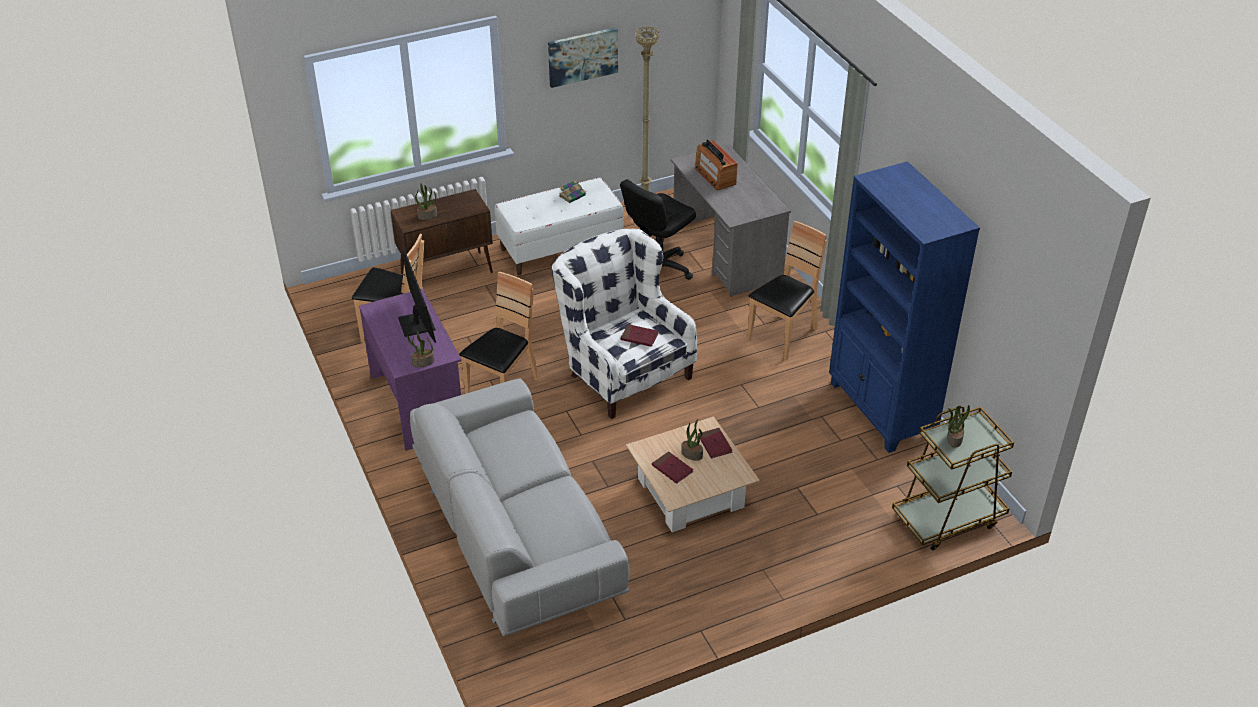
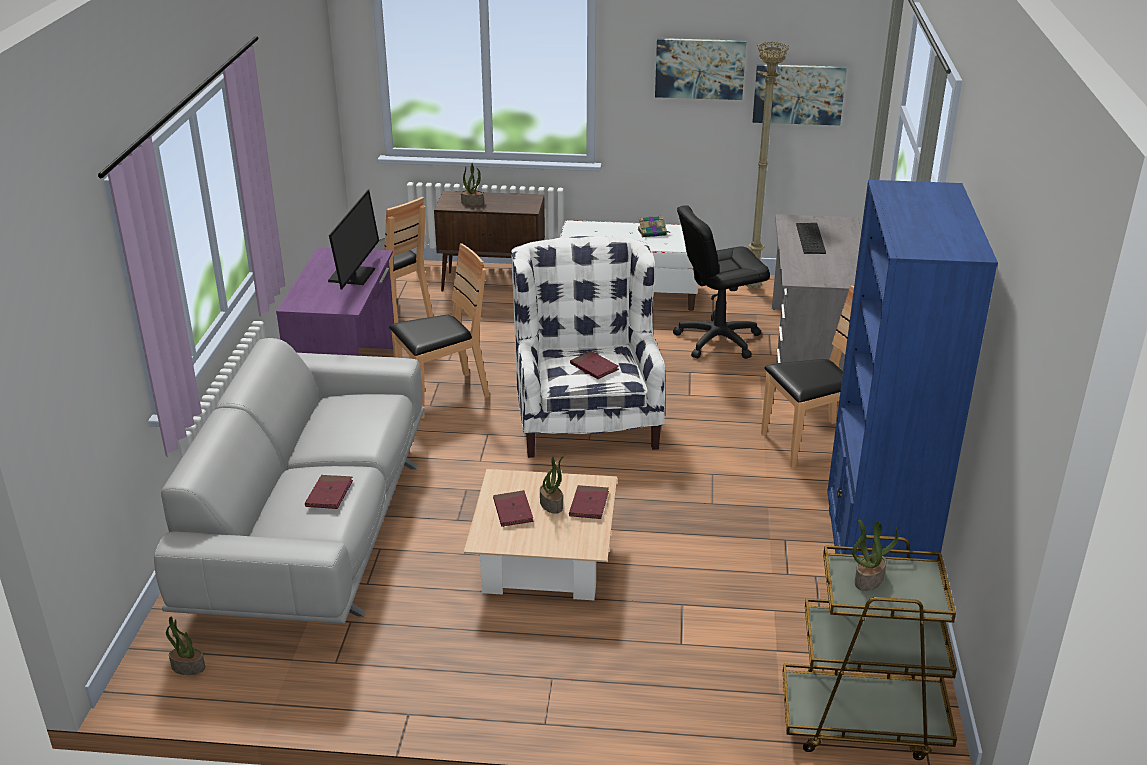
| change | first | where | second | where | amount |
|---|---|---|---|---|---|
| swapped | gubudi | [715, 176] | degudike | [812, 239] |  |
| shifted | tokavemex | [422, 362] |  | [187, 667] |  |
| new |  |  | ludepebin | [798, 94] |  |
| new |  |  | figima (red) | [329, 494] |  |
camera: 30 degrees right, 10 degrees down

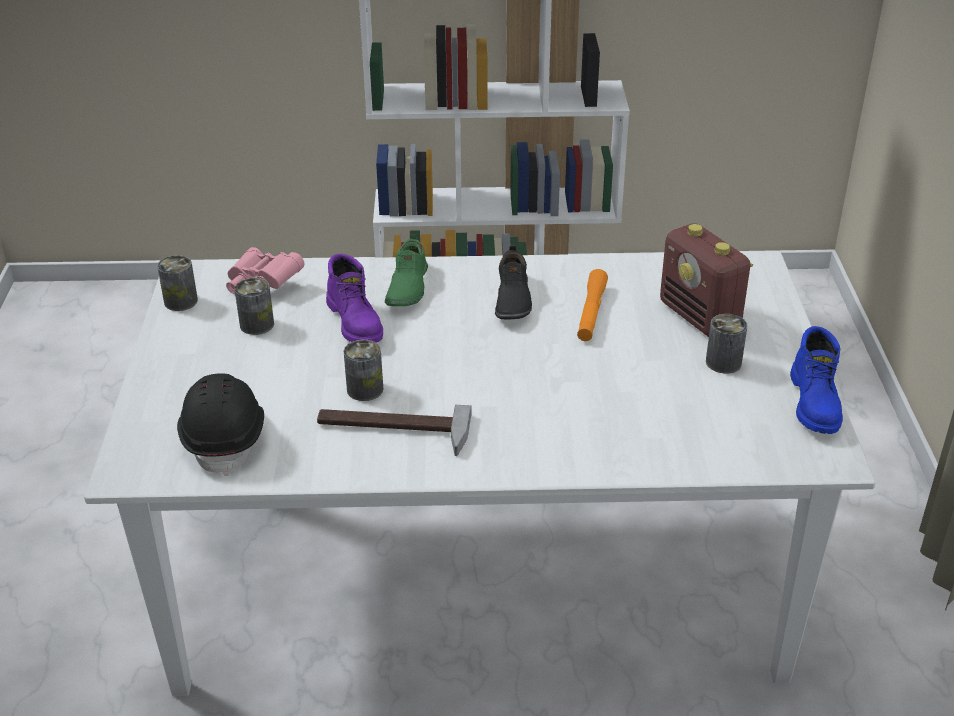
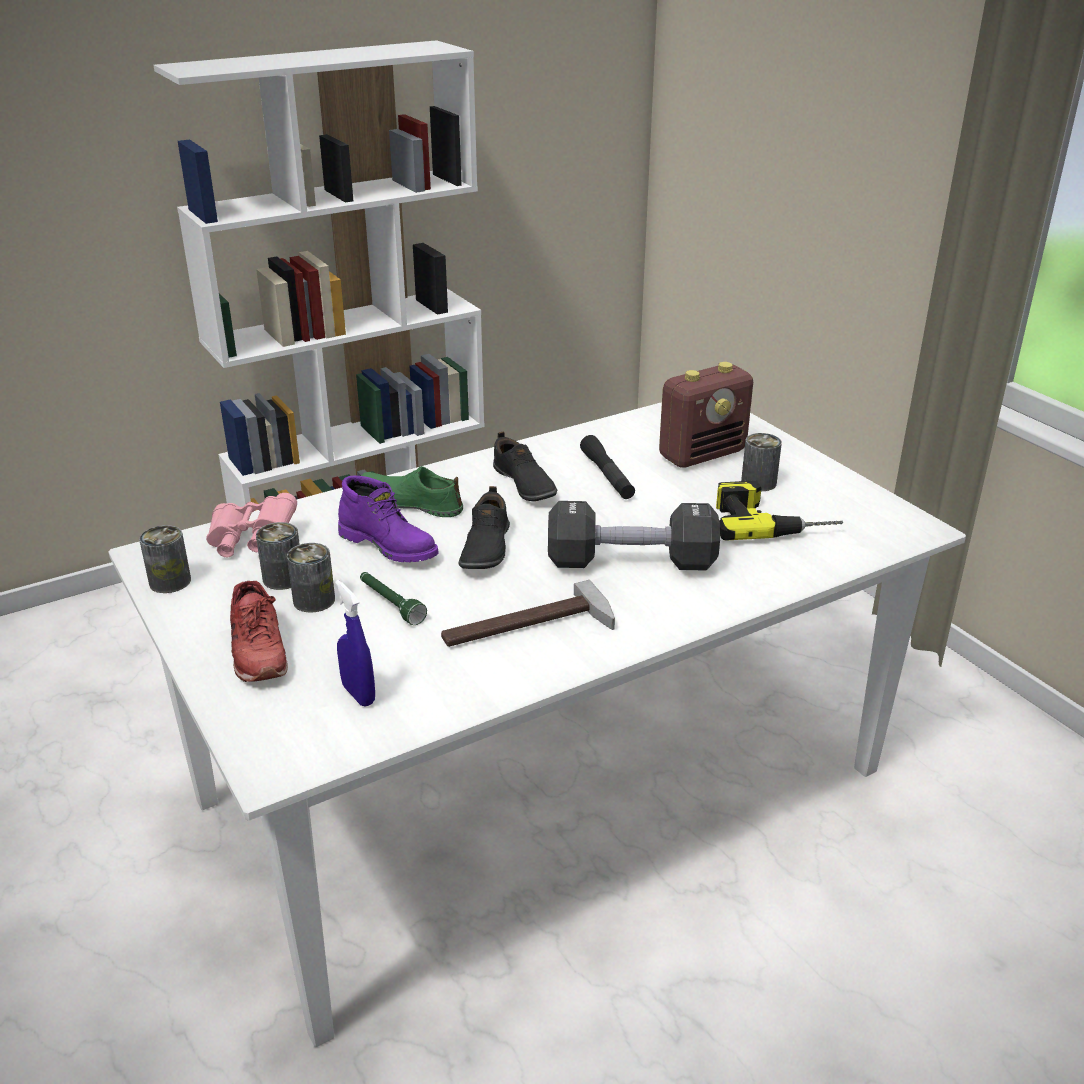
| change | first | where | second | where | amount |
|---|---|---|---|---|---|
| rotated | gubudi | [700, 318] |  | [703, 454] | 60 degrees counterclockwise |
| rotated | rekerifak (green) | [406, 287] |  | [410, 502] | 135 degrees clockwise |
| repainted | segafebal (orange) | [591, 313] | segafebal (black) | [607, 476] |  |
| gone | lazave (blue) | [815, 404] |  |  |  |
| shifted | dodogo | [365, 389] |  | [314, 600] |  |
| swapped | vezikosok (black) | [225, 438] | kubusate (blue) | [358, 694] |  |
| new |  |  | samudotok | [771, 520] |  |
| new |  |  | rekerifak (black) | [484, 548] |  |
| new |  |  | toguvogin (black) | [631, 562] |  |
| new |  |  | segafebal (green) | [390, 604] |  |
| new |  |  | rekerifak (red) | [257, 650] |  |
camera: 30 degrees left, 5 degrees down

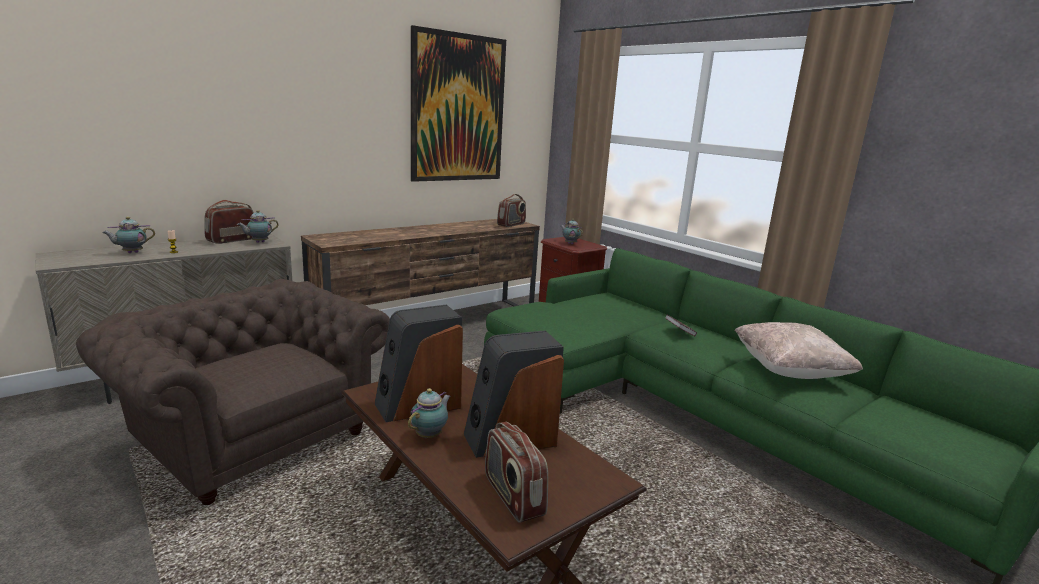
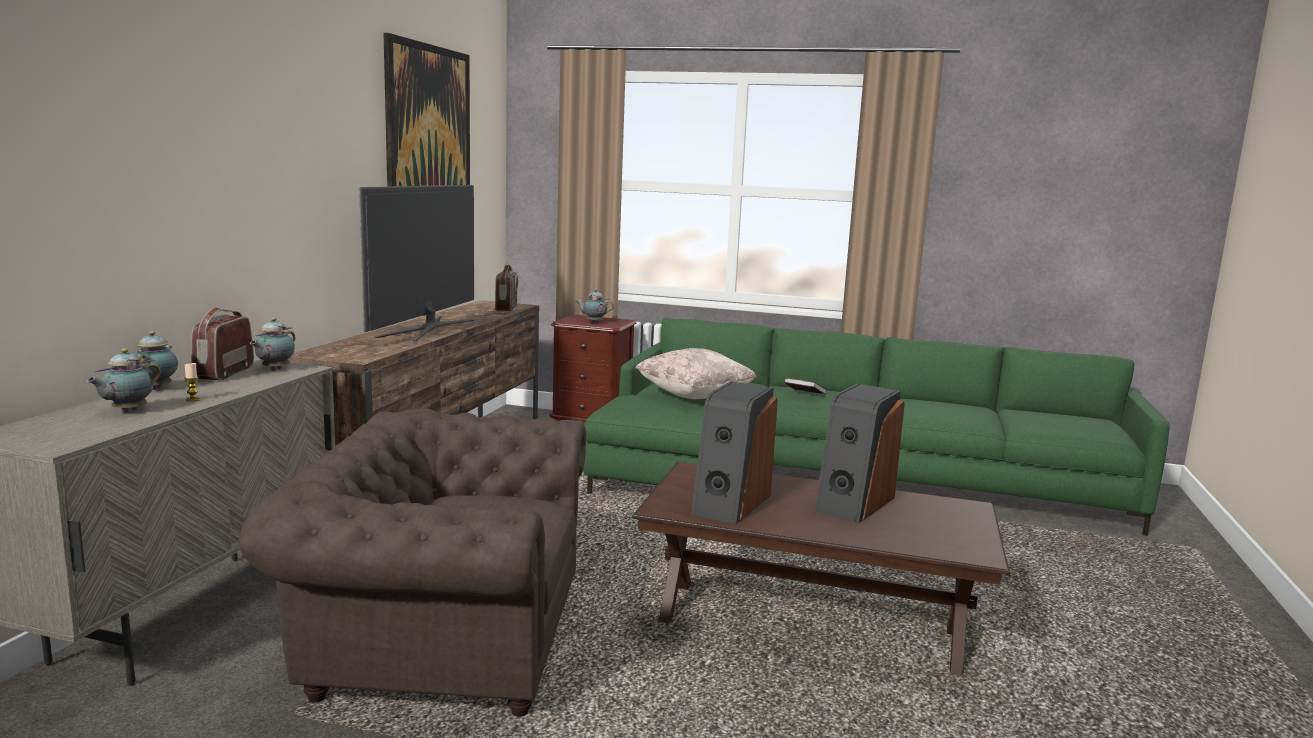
| change | first | where | second | where | amount |
|---|---|---|---|---|---|
| shifted | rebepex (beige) | [789, 371] |  | [694, 396] |  |
| shifted | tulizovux | [430, 435] |  | [158, 388] |  |
| gone | gubudi | [513, 496] |  |  |  |
| new |  |  | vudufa | [427, 328] |  |
camera: 35 degrees left, 5 degrees down

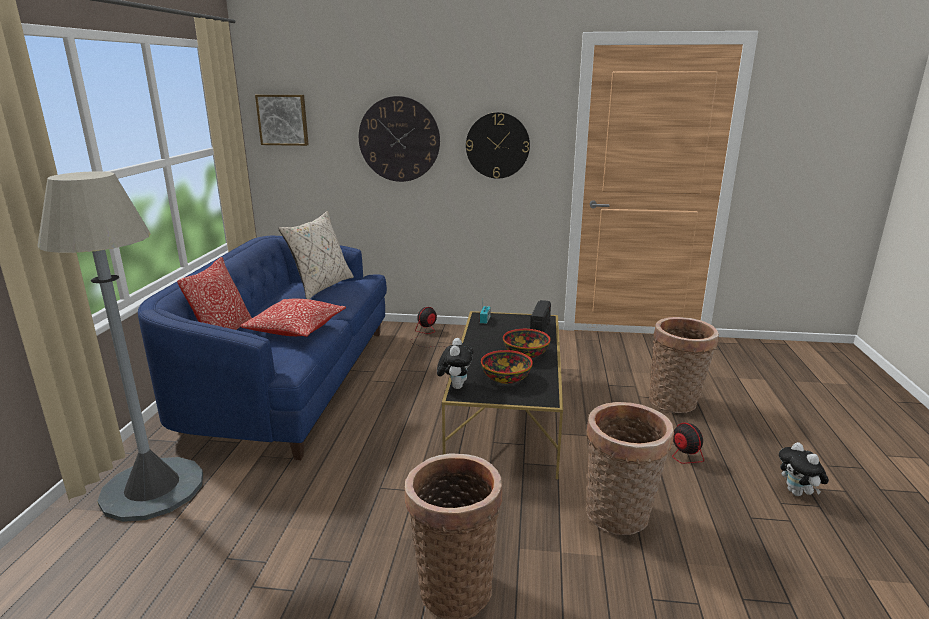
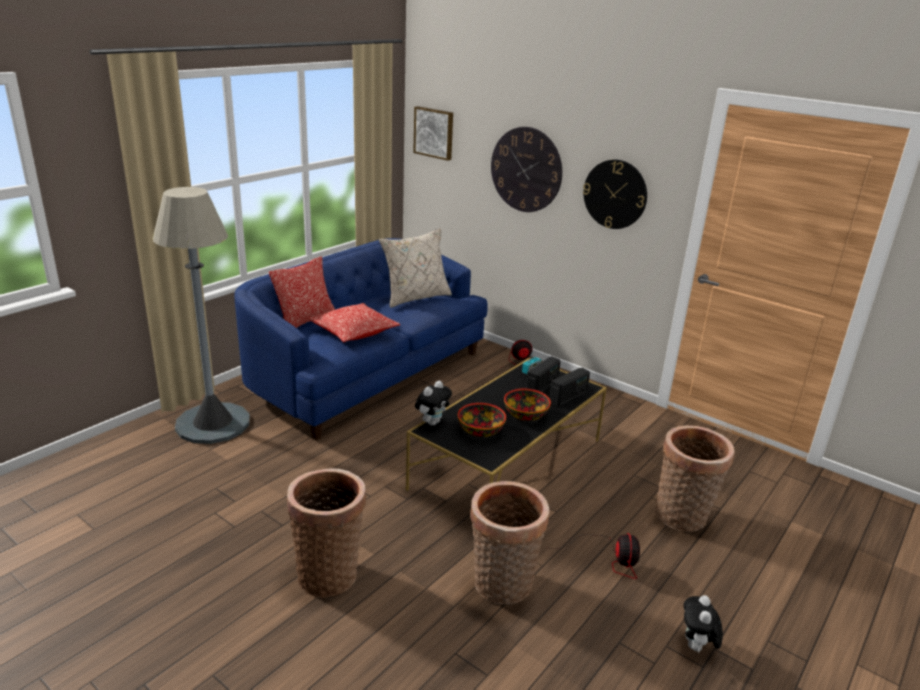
| change | first | where | second | where | amount |
|---|---|---|---|---|---|
| new |  |  | gubudi | [542, 386] |  |
camera: 30 degrees right, 5 degrees up

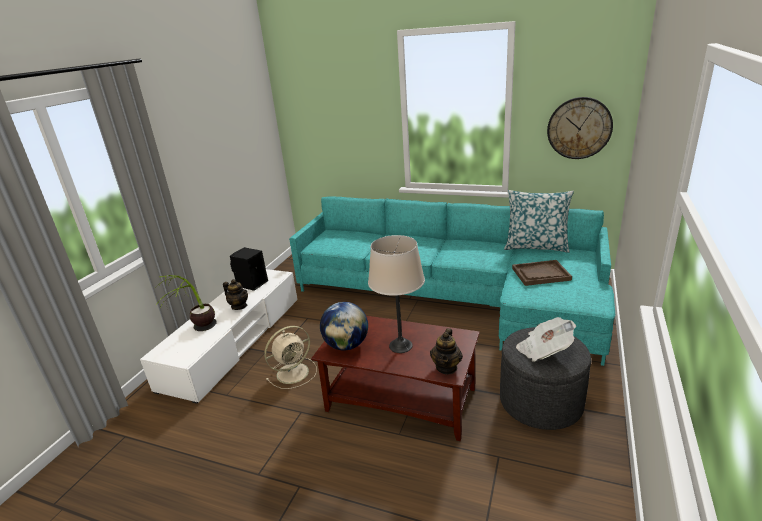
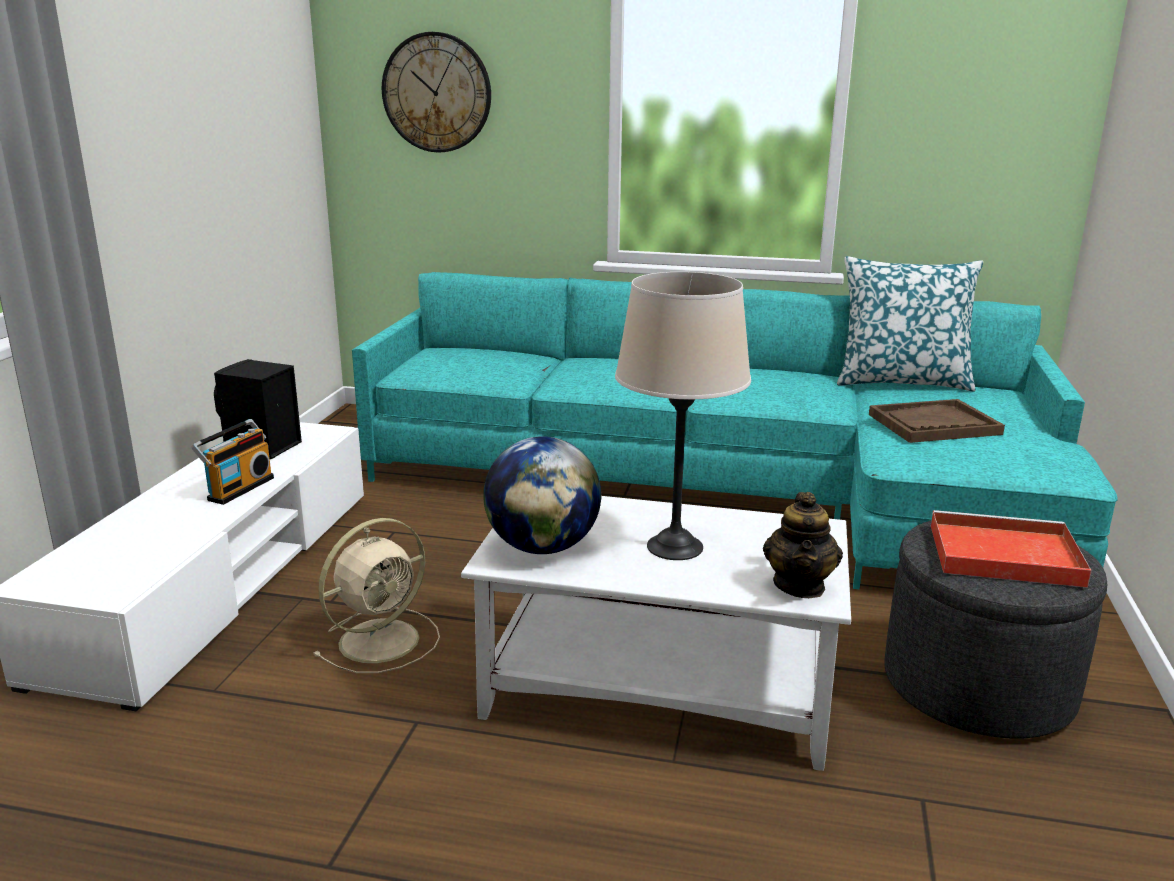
| change | first | where | second | where | amount |
|---|---|---|---|---|---|
| shifted | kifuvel | [579, 128] |  | [437, 93] |  |
| gone | tokavemex | [197, 332] |  |  |  |
| swapped | tulizovux | [239, 306] | gubudi | [238, 488] |  |
| repainted | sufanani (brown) | [402, 399] | sufanani (white) | [661, 689] |  |
| swapped | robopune | [544, 350] | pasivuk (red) | [1001, 555] |  |
camera: 10 degrees left, 5 degrees down

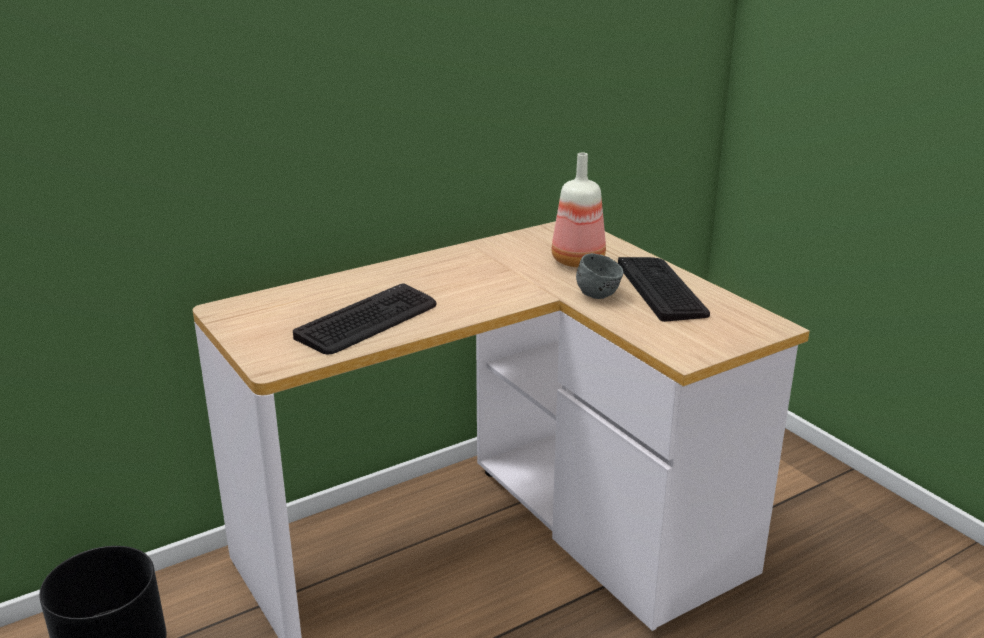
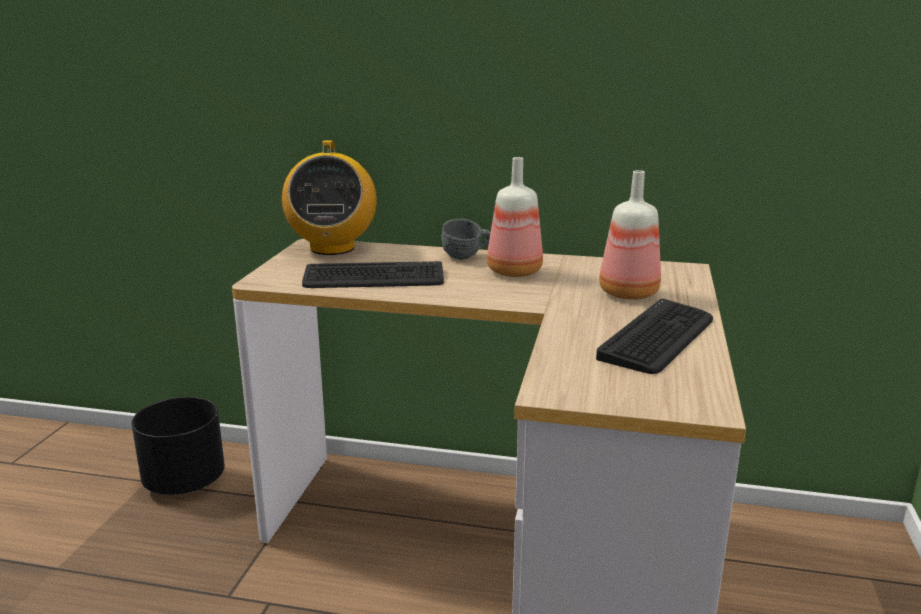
| change | first | where | second | where | amount |
|---|---|---|---|---|---|
| shifted | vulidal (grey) | [601, 293] |  | [467, 257] |  |
| new |  |  | gubudi | [332, 248] |  |
| new |  |  | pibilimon | [514, 272] |  |
camera: 45 degrees right, 5 degrees down

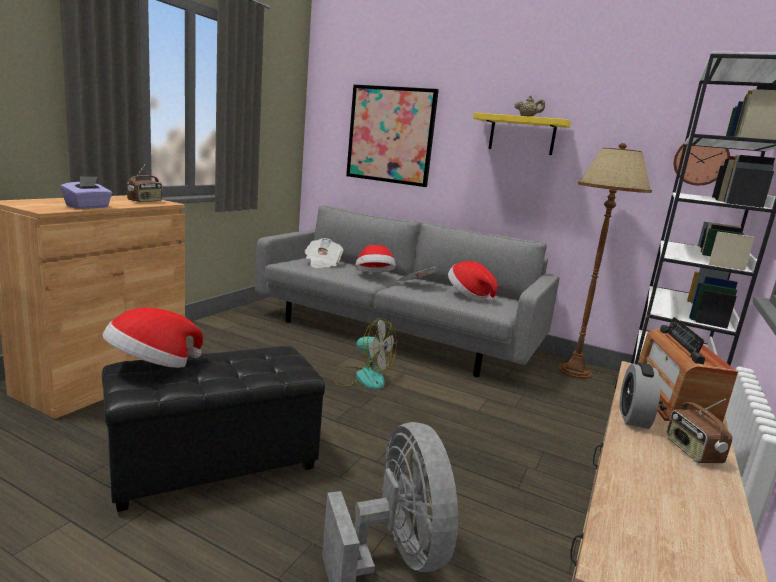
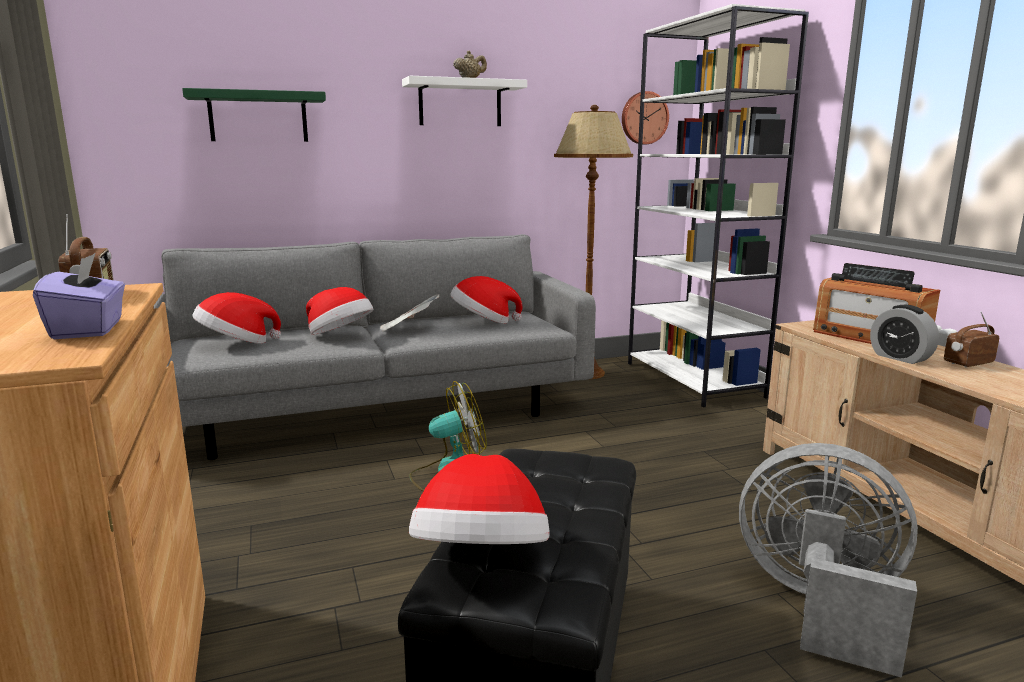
| change | first | where | second | where | amount |
|---|---|---|---|---|---|
| swapped | ludepebin | [390, 135] | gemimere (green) | [258, 117] |  |
| repainted | gemimere (yellow) | [522, 135] | gemimere (white) | [460, 103] |  |
| swapped | robopune | [322, 264] | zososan | [236, 344] |  |
| rotated | gubudi | [692, 451] |  | [967, 363] | 120 degrees clockwise |
camera: 45 degrees left, 0 degrees up

